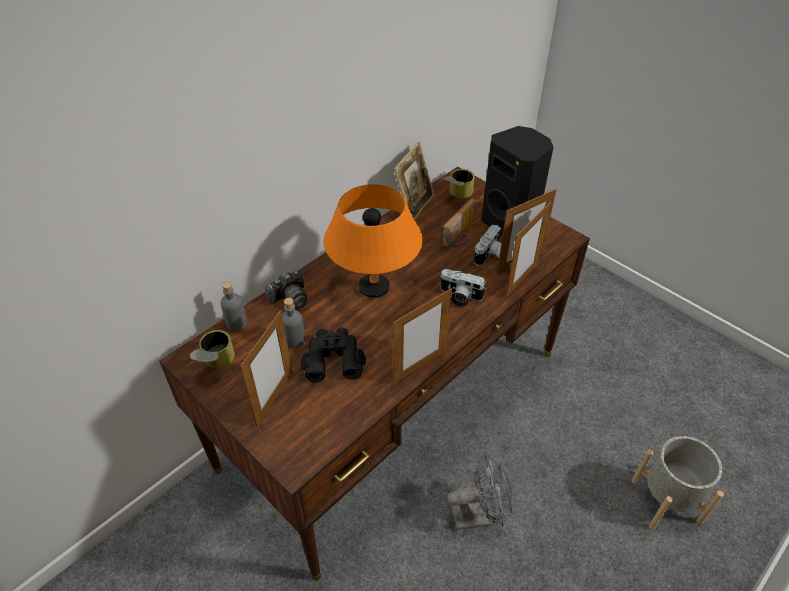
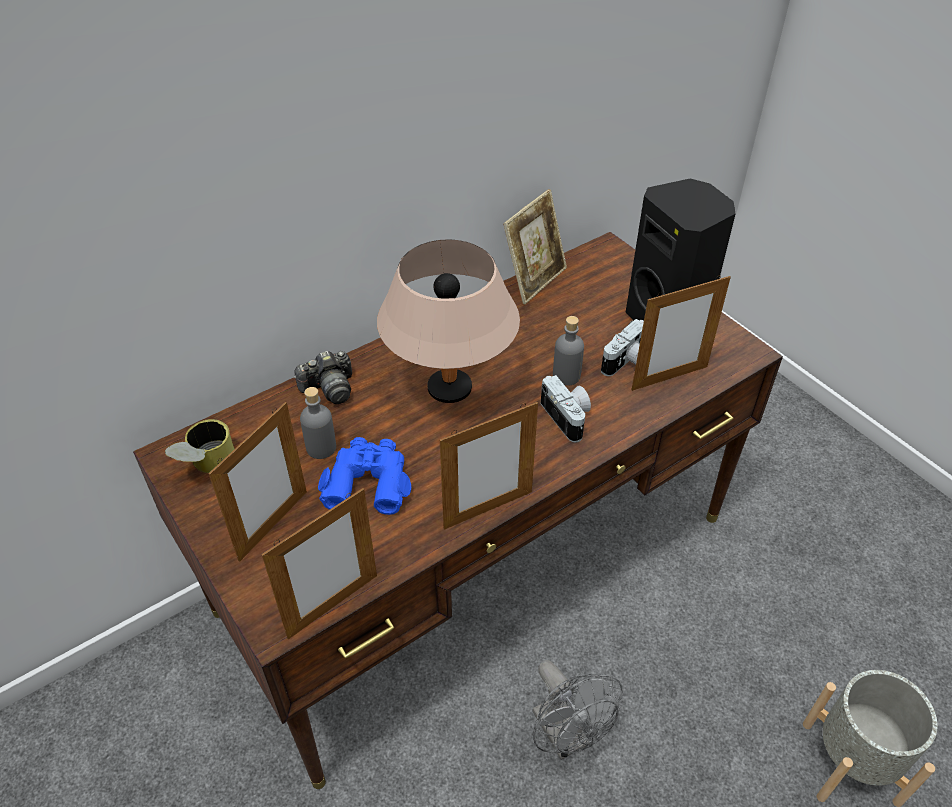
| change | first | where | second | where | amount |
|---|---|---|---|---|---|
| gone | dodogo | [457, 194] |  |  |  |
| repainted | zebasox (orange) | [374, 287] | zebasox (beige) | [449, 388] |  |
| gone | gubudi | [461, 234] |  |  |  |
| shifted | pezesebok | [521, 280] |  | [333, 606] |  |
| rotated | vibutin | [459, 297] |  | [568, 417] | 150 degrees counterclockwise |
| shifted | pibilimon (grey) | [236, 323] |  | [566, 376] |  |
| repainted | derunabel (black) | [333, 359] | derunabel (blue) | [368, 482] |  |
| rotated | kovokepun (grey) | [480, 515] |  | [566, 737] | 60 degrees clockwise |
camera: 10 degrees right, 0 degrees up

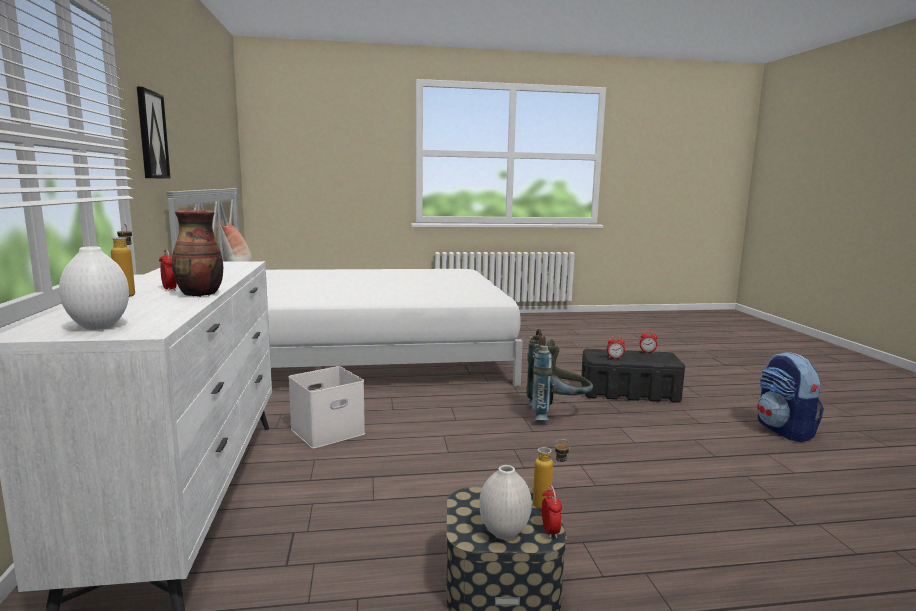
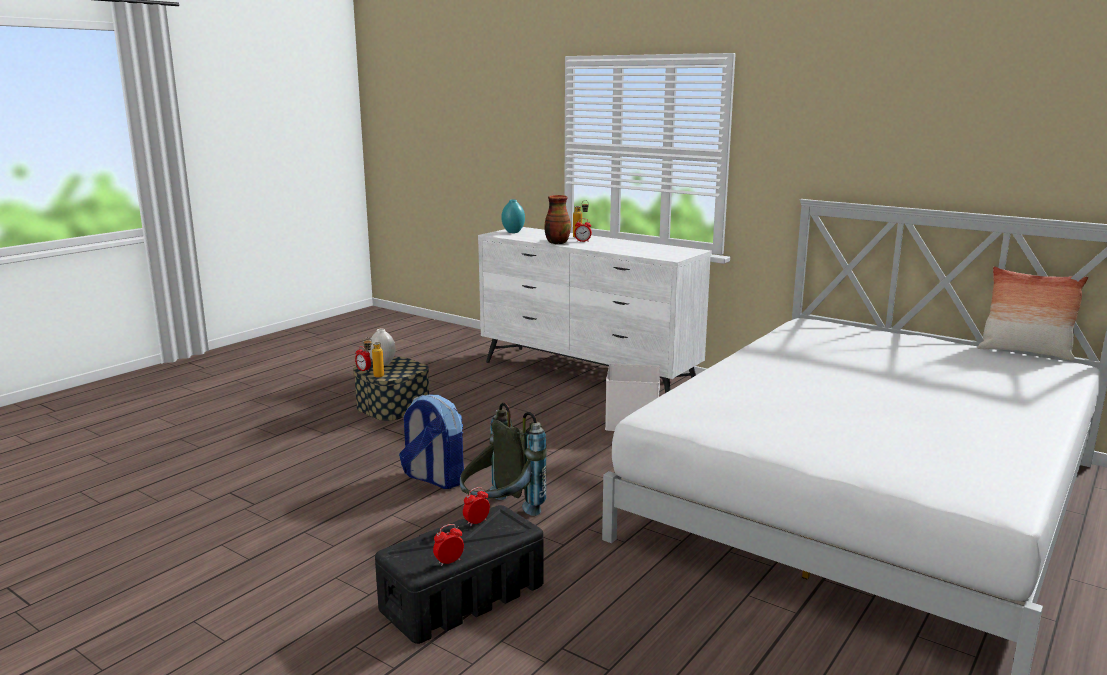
| change | first | where | second | where | amount |
|---|---|---|---|---|---|
| gone | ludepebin | [151, 135] |  |  |  |
| repainted | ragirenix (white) | [98, 327] | ragirenix (turquoise) | [513, 232] |  |
| shifted | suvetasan | [784, 430] |  | [434, 479] |  |
camera: 135 degrees right, 5 degrees up

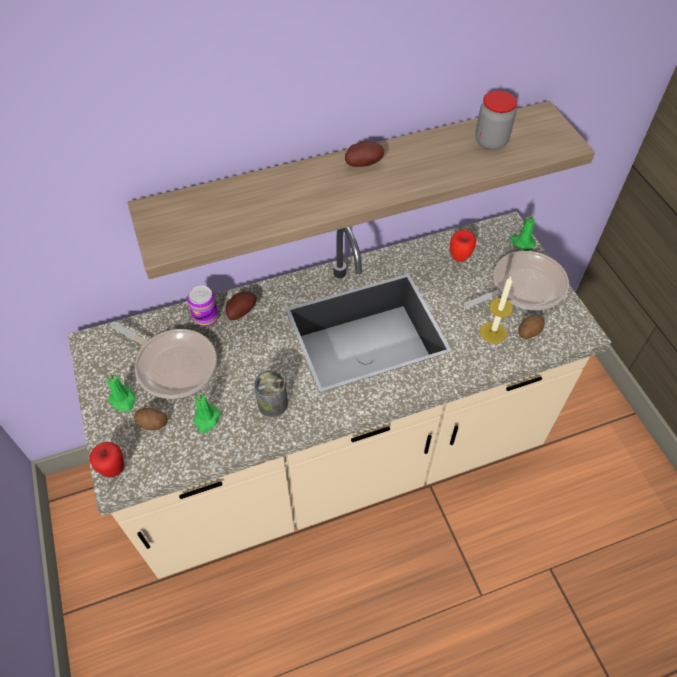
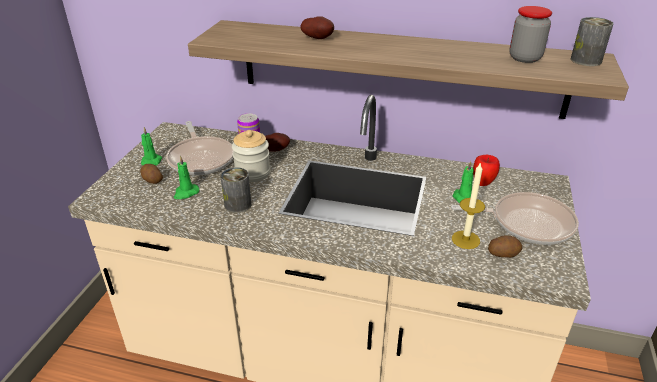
| change | first | where | second | where | amount |
|---|---|---|---|---|---|
| shifted | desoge | [363, 164] |  | [318, 38] |  |
| shifted | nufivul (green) | [522, 242] |  | [463, 197] |  |
| gone | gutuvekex | [113, 468] |  |  |  |
| new |  |  | dodogo | [586, 60] |  |
| new |  |  | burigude | [253, 173] |  |
camera: 35 degrees right, 20 degrees down

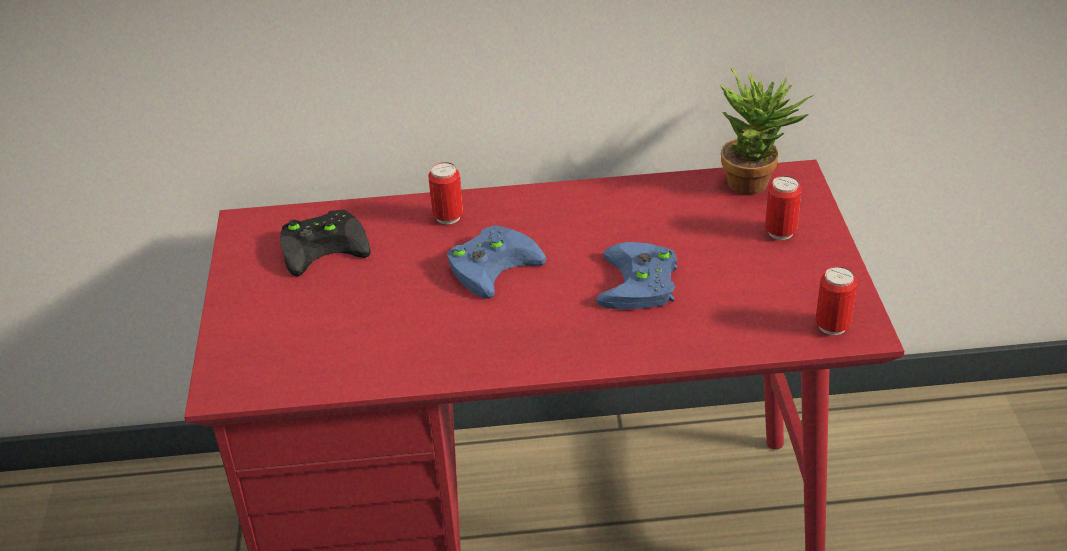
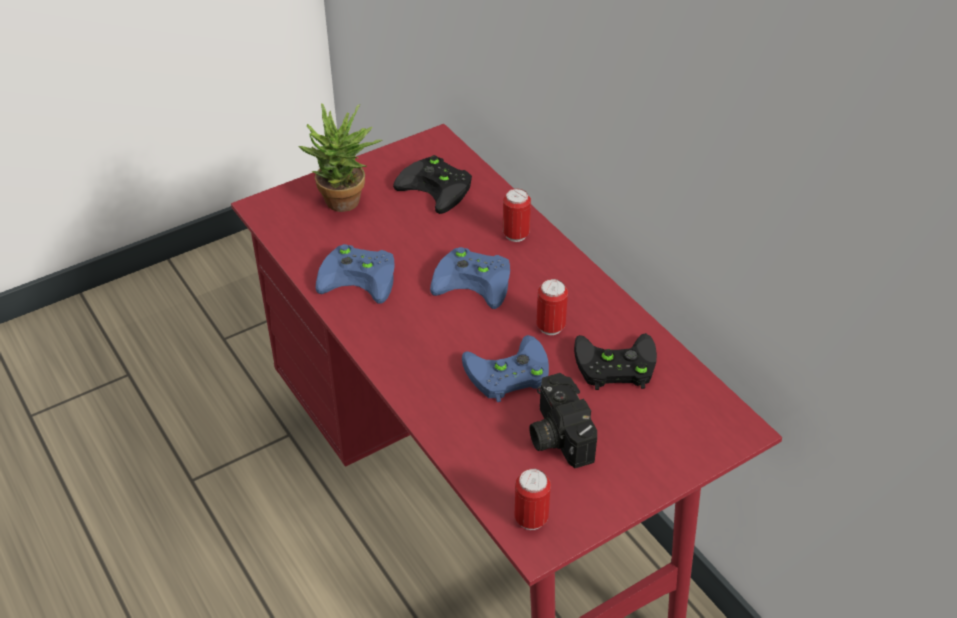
| change | first | where | second | where | amount |
|---|---|---|---|---|---|
| shifted | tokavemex | [756, 183] |  | [345, 205] |  |
| shifted | dodogo | [780, 232] |  | [550, 327] |  |
| new |  |  | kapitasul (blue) | [361, 277] |  |
| new |  |  | kapitasul (black) | [613, 366] |  |
| new |  |  | vibutin | [556, 435] |  |
camera: 60 degrees right, 5 degrees up

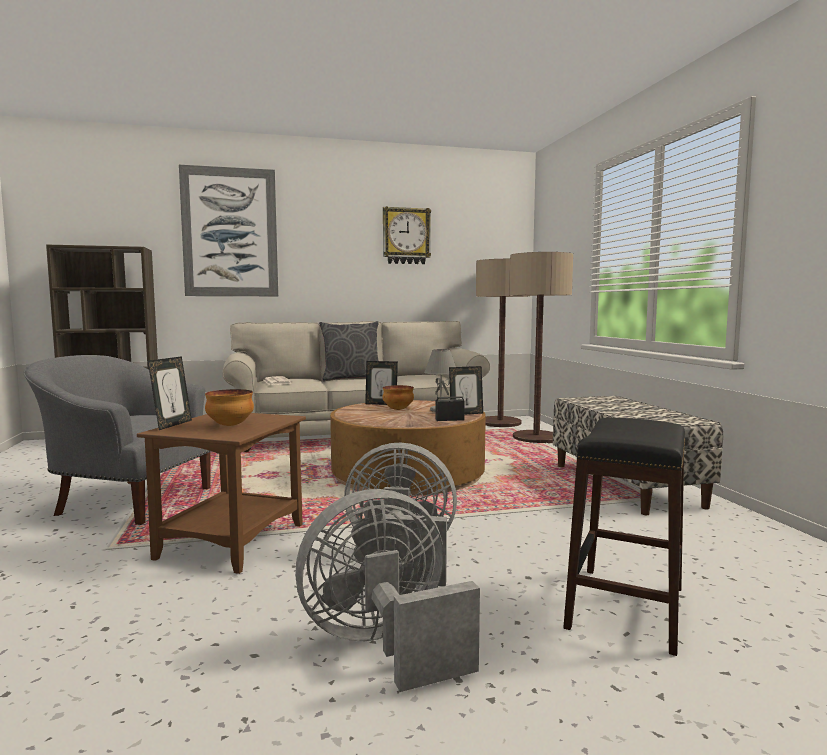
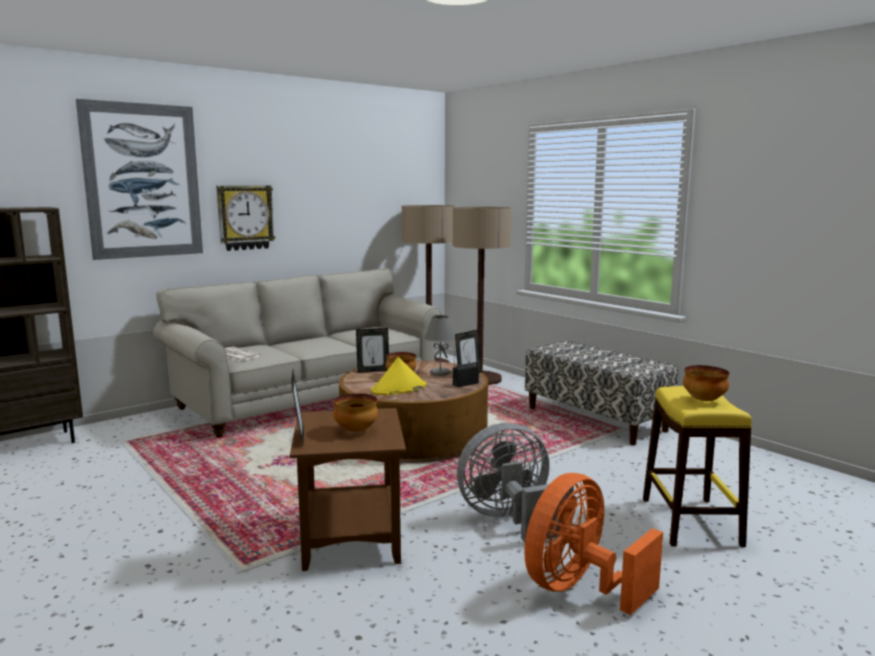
| change | first | where | second | where | amount |
|---|---|---|---|---|---|
| shifted | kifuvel | [406, 236] |  | [245, 217] |  |
| gone | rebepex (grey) | [351, 378] |  |  |  |
| gone | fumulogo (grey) | [130, 500] |  |  |  |
| repainted | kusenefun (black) | [627, 607] | kusenefun (yellow) | [691, 521] |  |
| repainted | kovokepun (grey) | [384, 645] | kovokepun (orange) | [579, 588] |  |
| new |  |  | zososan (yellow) | [399, 389] |  |
| new |  |  | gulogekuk | [704, 400] |  |
camera: 25 degrees left, 5 degrees up

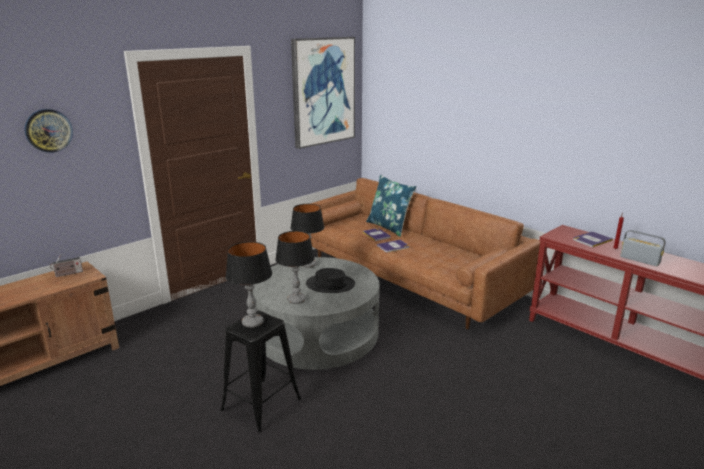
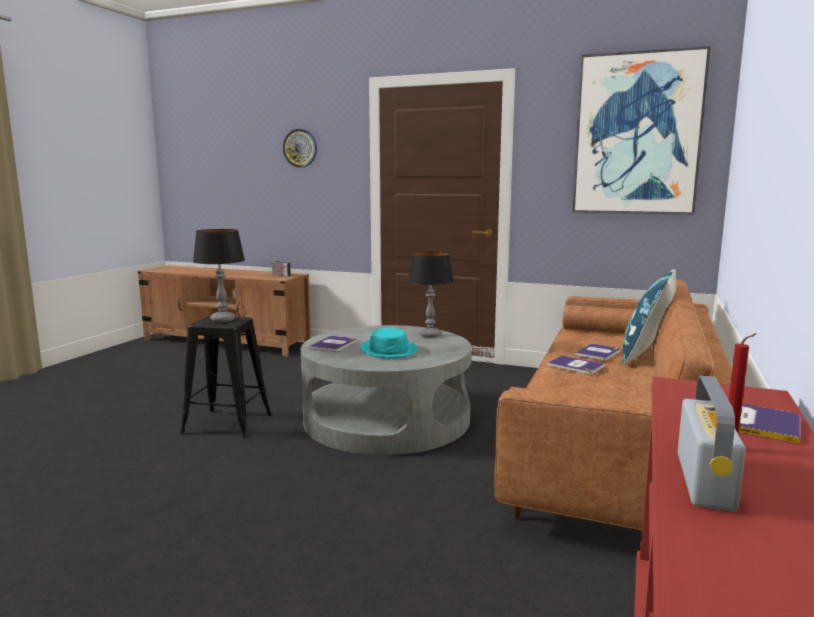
| change | first | where | second | where | amount |
|---|---|---|---|---|---|
| swapped | zebasox | [296, 300] | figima | [333, 344] |  |
| repainted | zososan (black) | [330, 284] | zososan (turquoise) | [389, 350] |  |
camera: 65 degrees right, 10 degrees down

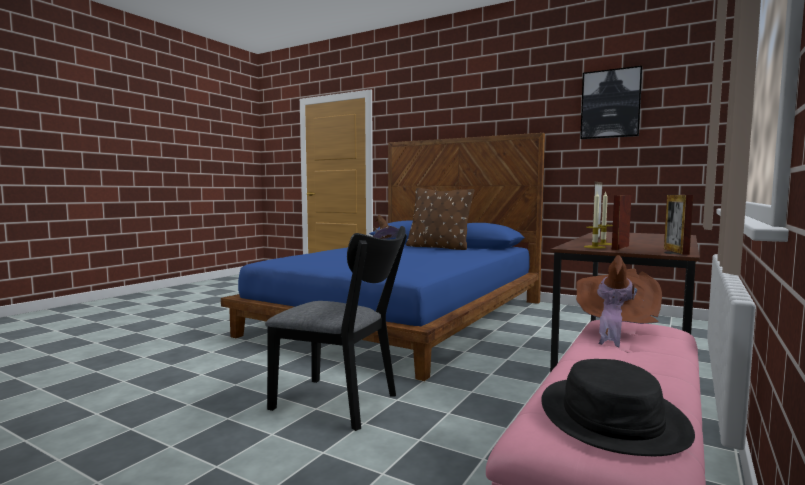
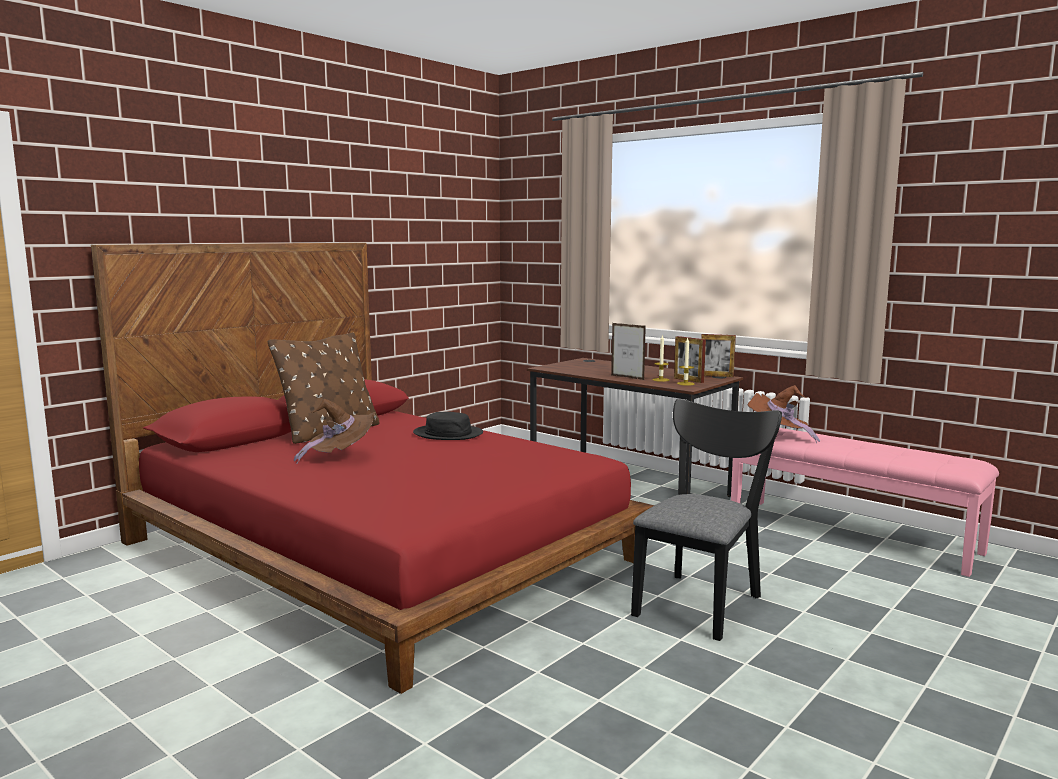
| change | first | where | second | where | amount |
|---|---|---|---|---|---|
| gone | ludepebin | [610, 104] |  |  |  |
| repainted | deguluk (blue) | [404, 317] | deguluk (red) | [380, 550] |  |
| shifted | zososan (black) | [612, 417] |  | [448, 434] |  |
camera: 80 degrees left, 5 degrees up

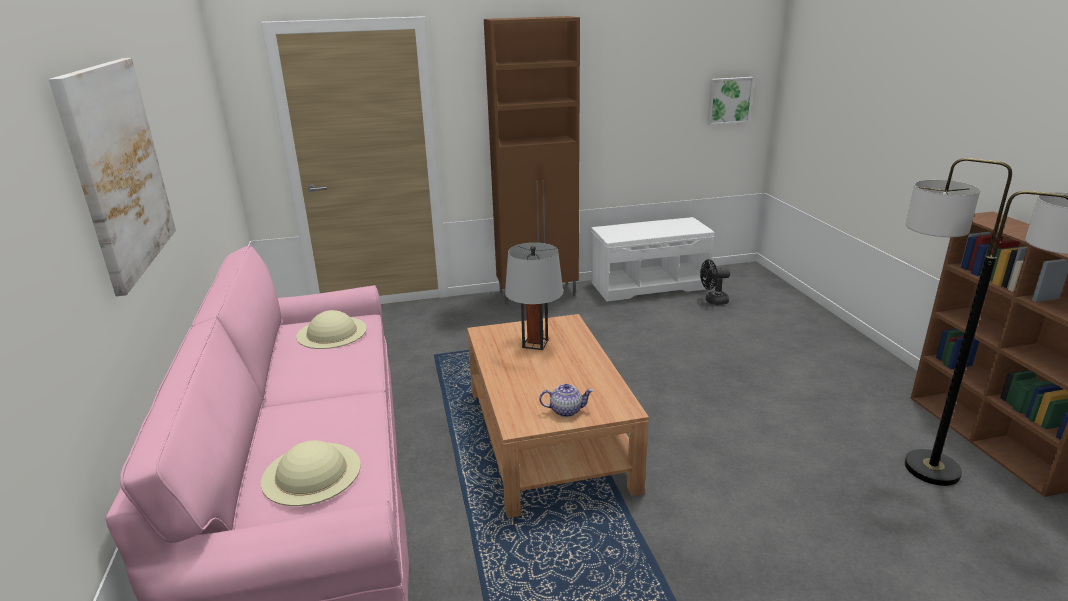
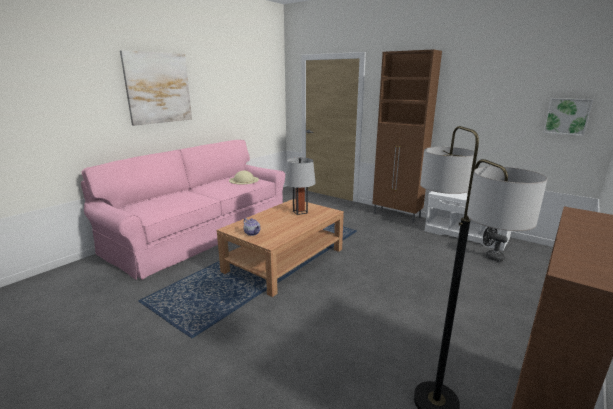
| change | first | where | second | where | amount |
|---|---|---|---|---|---|
| gone | zososan (beige) | [311, 473] |  |  |  |
camera: 50 degrees right, 5 degrees down

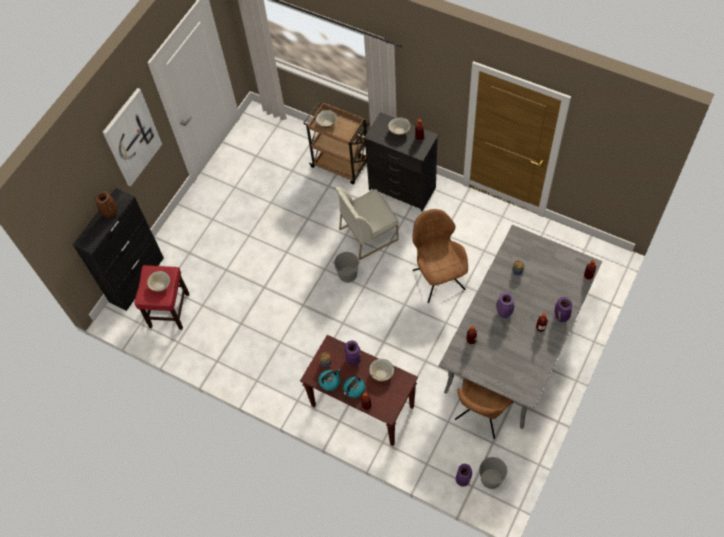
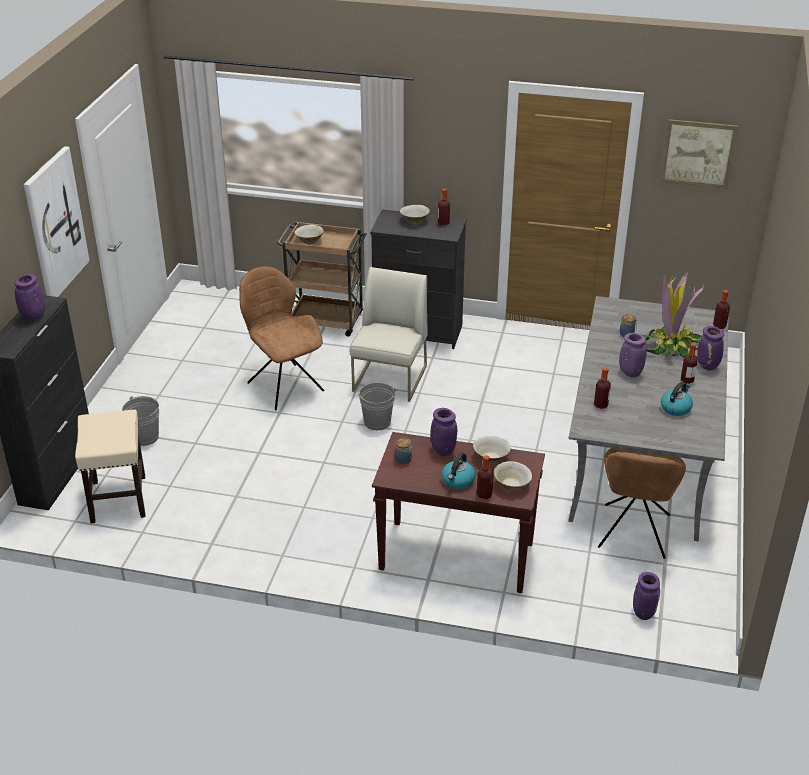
| change | first | where | second | where | amount |
|---|---|---|---|---|---|
| rotated | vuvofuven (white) | [368, 234] |  | [390, 379] | 150 degrees clockwise |
| repainted | ragirenix (brown) | [110, 213] | ragirenix (purple) | [33, 317] |  |
| shifted | vuvofuven (brown) | [438, 278] |  | [284, 385] |  |
| repainted | kusenefun (red) | [169, 309] | kusenefun (beige) | [118, 498] |  |
| shifted | gulogekuk (beige) | [160, 285] |  | [512, 485] |  |
| shifted | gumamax | [330, 381] |  | [675, 408] |  |
| shifted | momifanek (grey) | [491, 479] |  | [145, 437] |  |
| new |  |  | ludepebin | [698, 153] |  |
| new |  |  | tokavemex | [670, 346] |  |
camera: 20 degrees left, 25 degrees down

